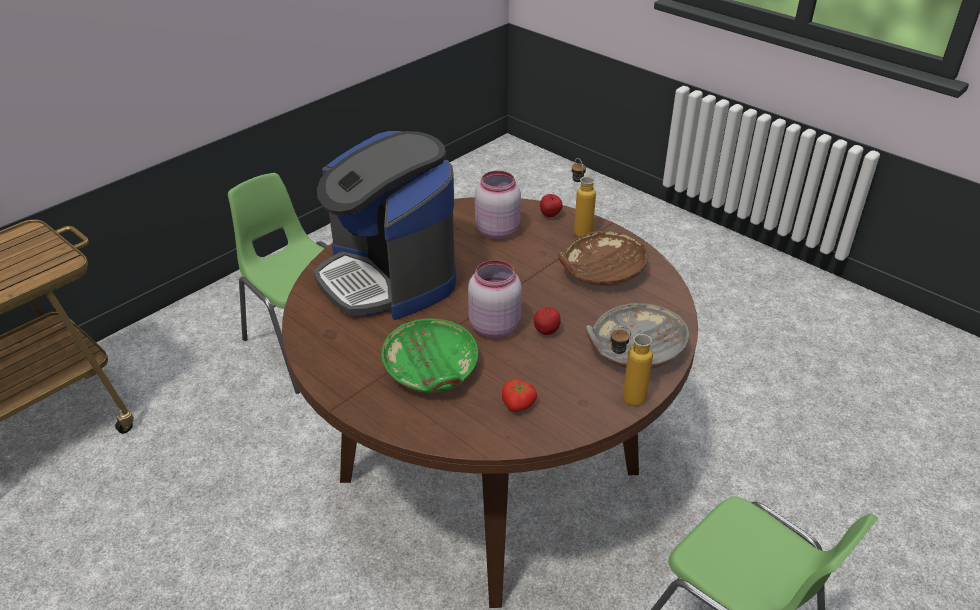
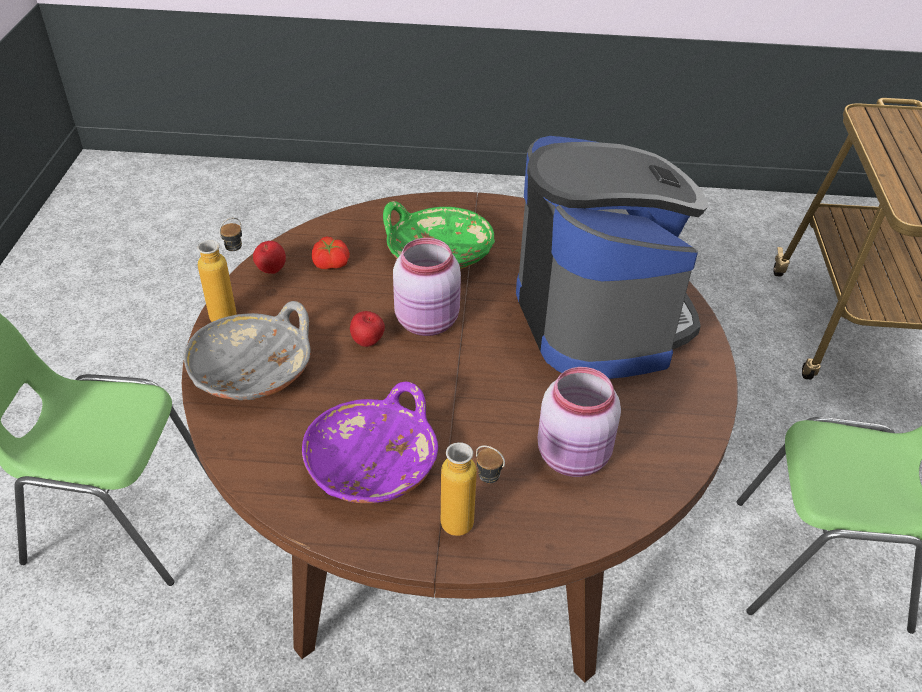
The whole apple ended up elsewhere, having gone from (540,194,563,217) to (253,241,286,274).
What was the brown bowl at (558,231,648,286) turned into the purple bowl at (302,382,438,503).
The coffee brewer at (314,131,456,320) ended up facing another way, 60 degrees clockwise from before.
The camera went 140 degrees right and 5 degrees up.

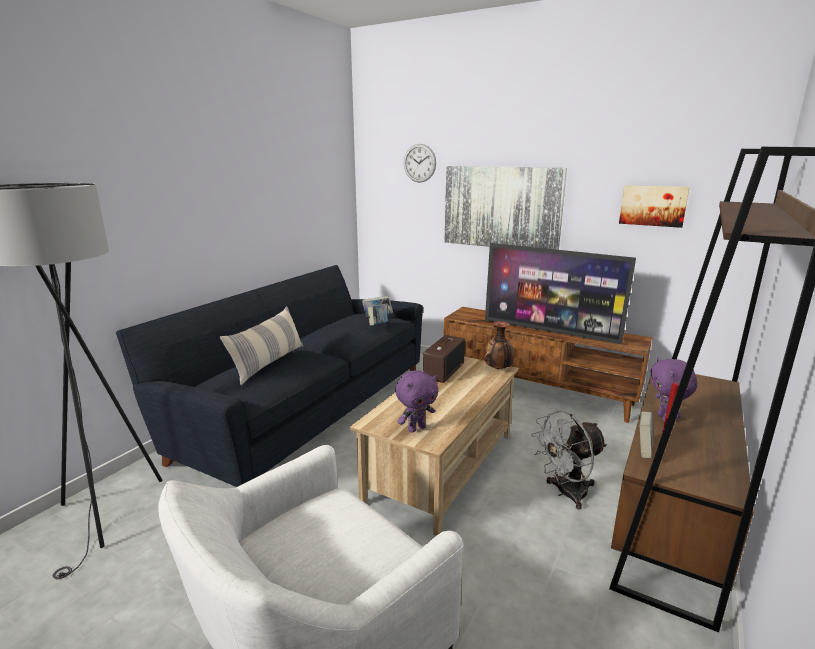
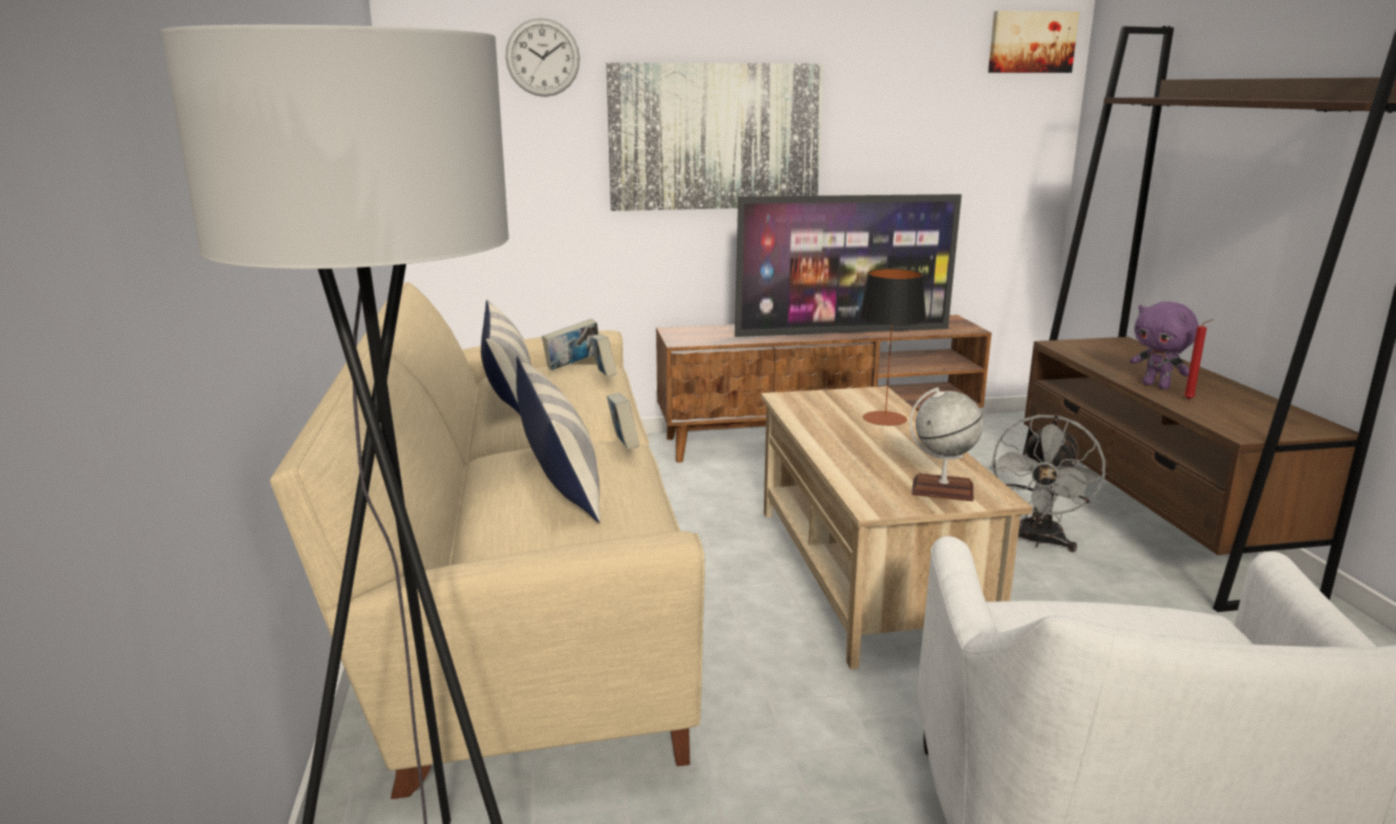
The second view lost the radio receiver at (423,335,465,383).
The second view lost the decorative vase at (484,321,514,370).
The second view gained the throw pillow at (481,300,531,414).
The second view gained the lamp for a table at (859,269,927,426).
The wall art ended up elsewhere, having gone from (619,185,690,228) to (988,11,1079,73).
The book ended up elsewhere, having gone from (640,412,653,458) to (607,393,639,450).
Where the purple soft toy stood at (395,370,438,433), the world globe came to stand at (910,387,983,501).
What was the black-coloured settee at (116,265,423,487) turned into the beige-coloured settee at (270,282,705,799).
The camera went 40 degrees left and 0 degrees up.

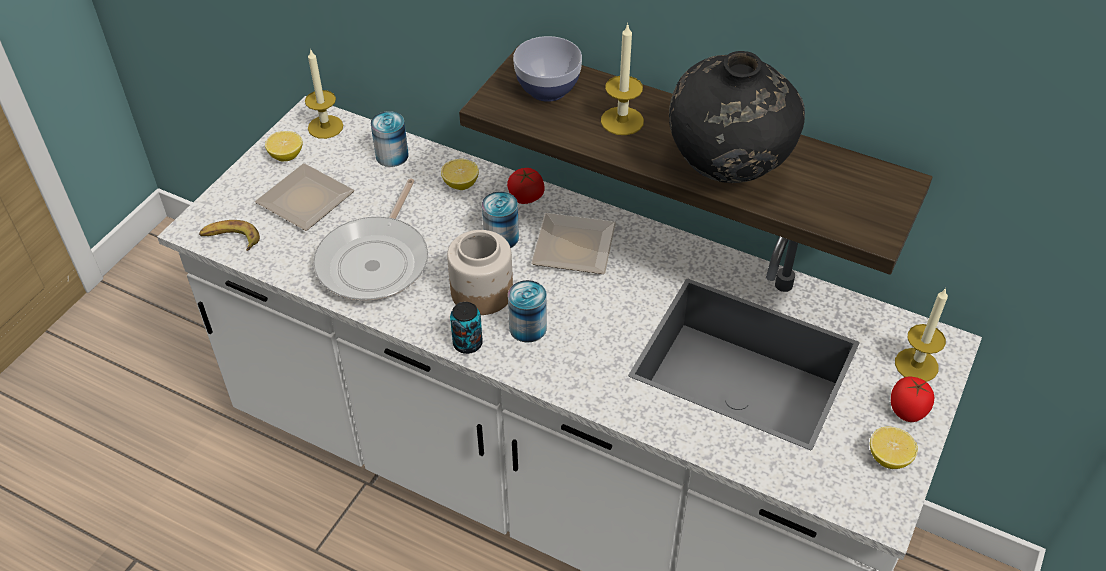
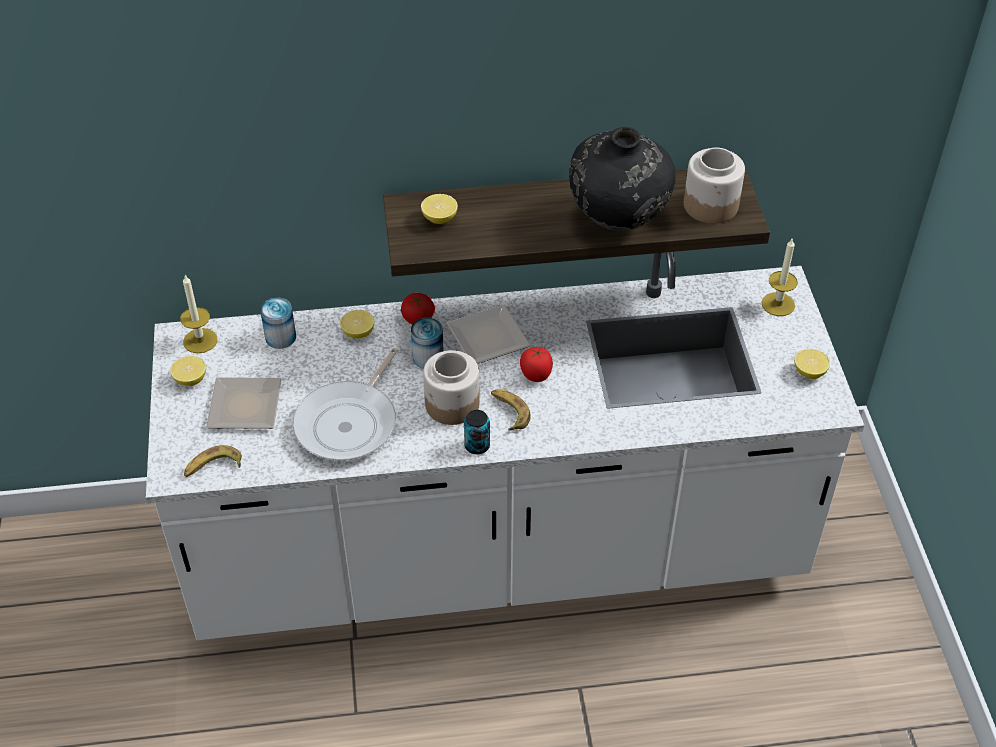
The second view lost the candle at (601,23,644,135).
The second view gained the storage jar at (684,148,745,224).
The tomato ended up elsewhere, having gone from (891,376,934,422) to (520,347,553,382).
Where the sealed can stood at (508,280,547,343), the whole banana came to stand at (491,389,531,431).
Where the bowl stood at (513,36,582,102), the lemon came to stand at (421,194,458,224).
The pan at (313,178,428,301) ended up facing another way, 45 degrees clockwise from before.
The camera went 35 degrees left and 0 degrees up.

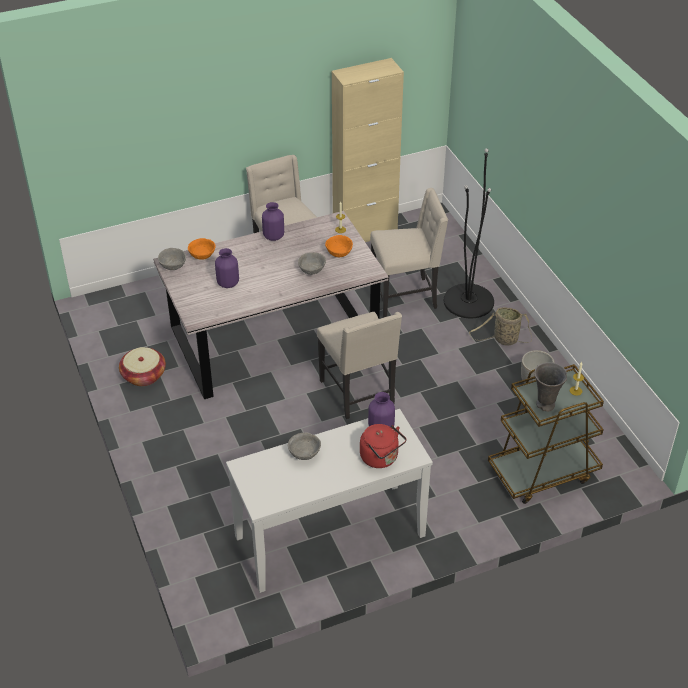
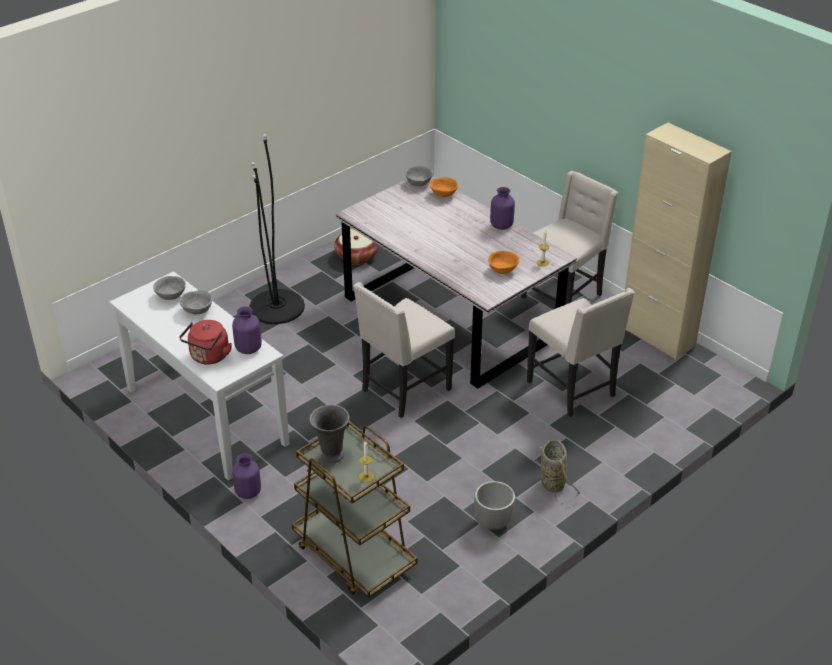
The purple decorative vase ended up elsewhere, having gone from (215,248,239,288) to (232,453,261,499).
The grey bowl ended up elsewhere, having gone from (298,252,326,275) to (153,276,186,300).
The black-coloured standing lamp ended up elsewhere, having gone from (444,149,494,318) to (250,134,305,324).
The camera went 70 degrees right and 5 degrees down.

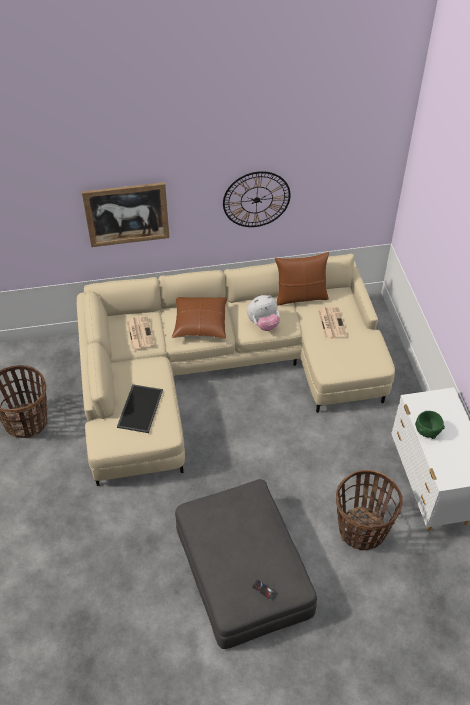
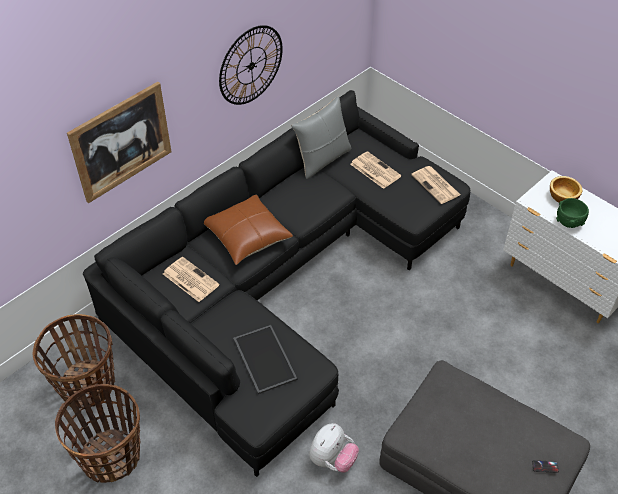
The second view gained the daily paper at (411,166,460,204).
The second view gained the bowl at (550,176,582,203).
The soft toy ended up elsewhere, having gone from (247,295,280,331) to (309,423,359,473).
The storage basket ended up elsewhere, having gone from (336,470,403,550) to (33,314,115,409).
What was the beige-coloured settee at (77,253,395,486) turned into the black-coloured settee at (83,90,470,477).
What was the brown throw pillow at (274,252,329,305) turned into the grey throw pillow at (291,96,351,179).
The camera went 35 degrees left and 0 degrees up.

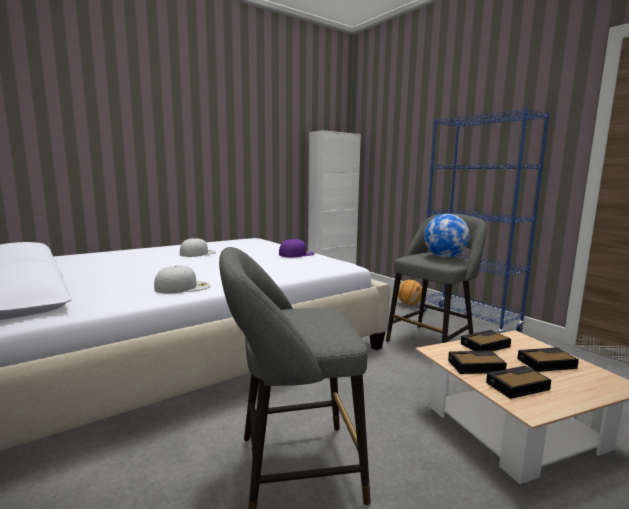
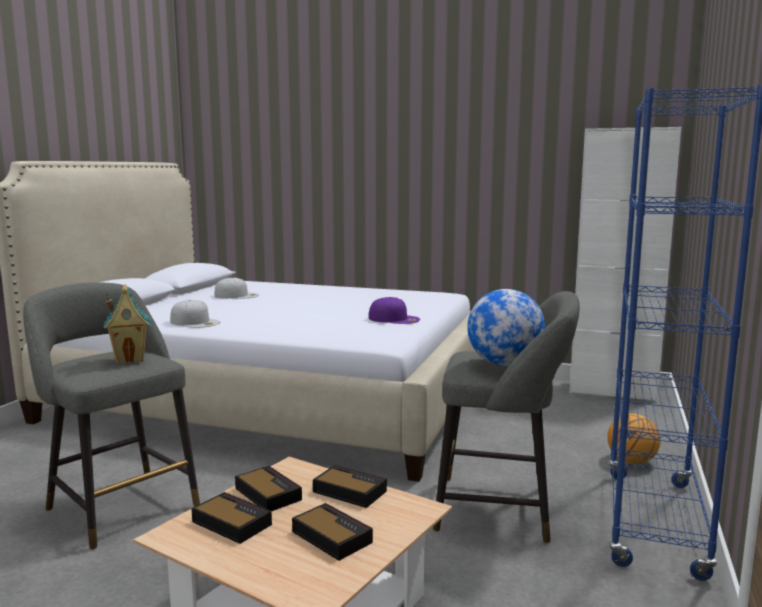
The second view gained the model house at (103,284,151,364).
The whitish cap ended up elsewhere, having gone from (180,238,216,257) to (215,278,259,299).
The camera went 55 degrees right and 0 degrees up.

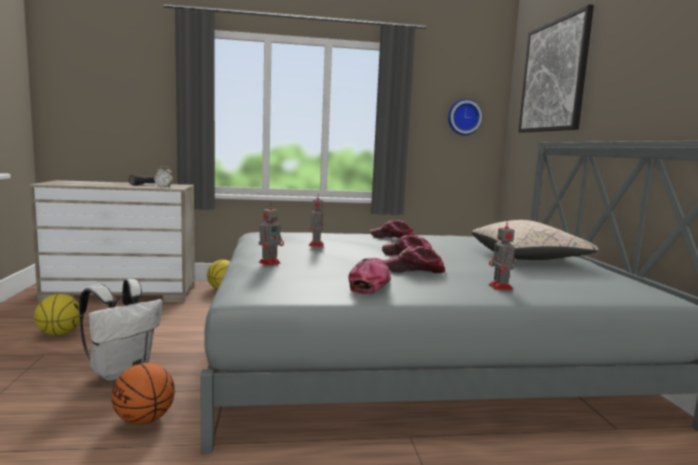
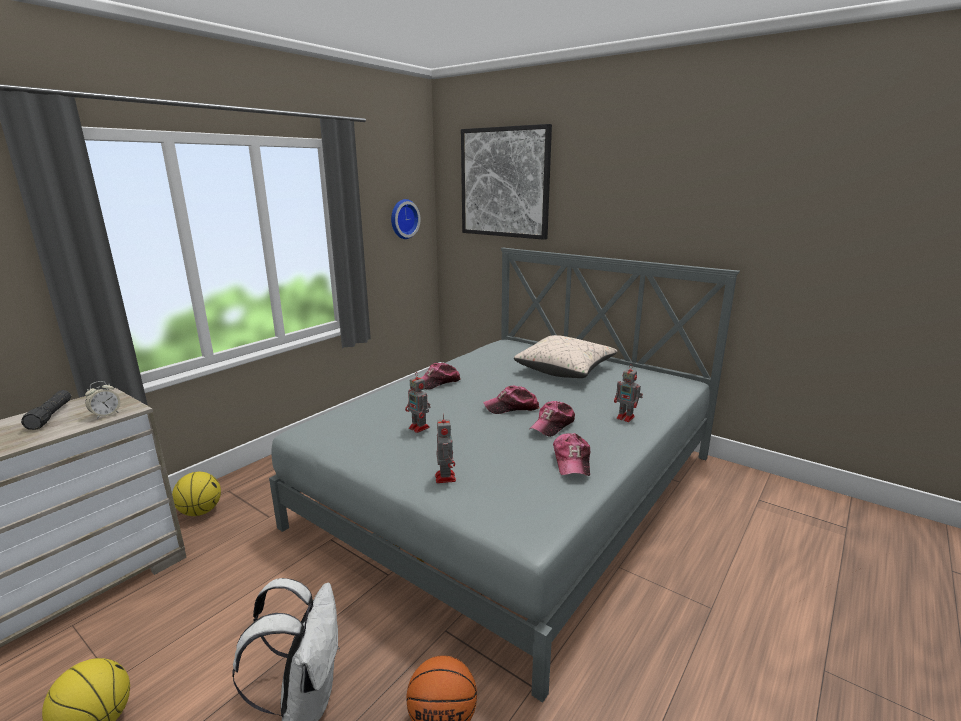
The cap at (349,258,391,294) ended up facing another way, 150 degrees counterclockwise from before.
The camera went 45 degrees left and 10 degrees up.

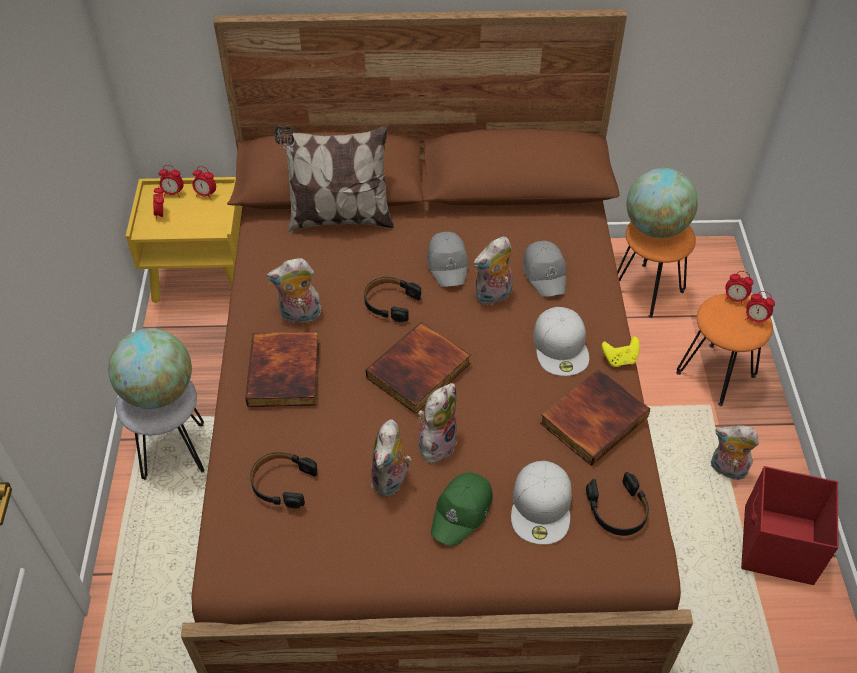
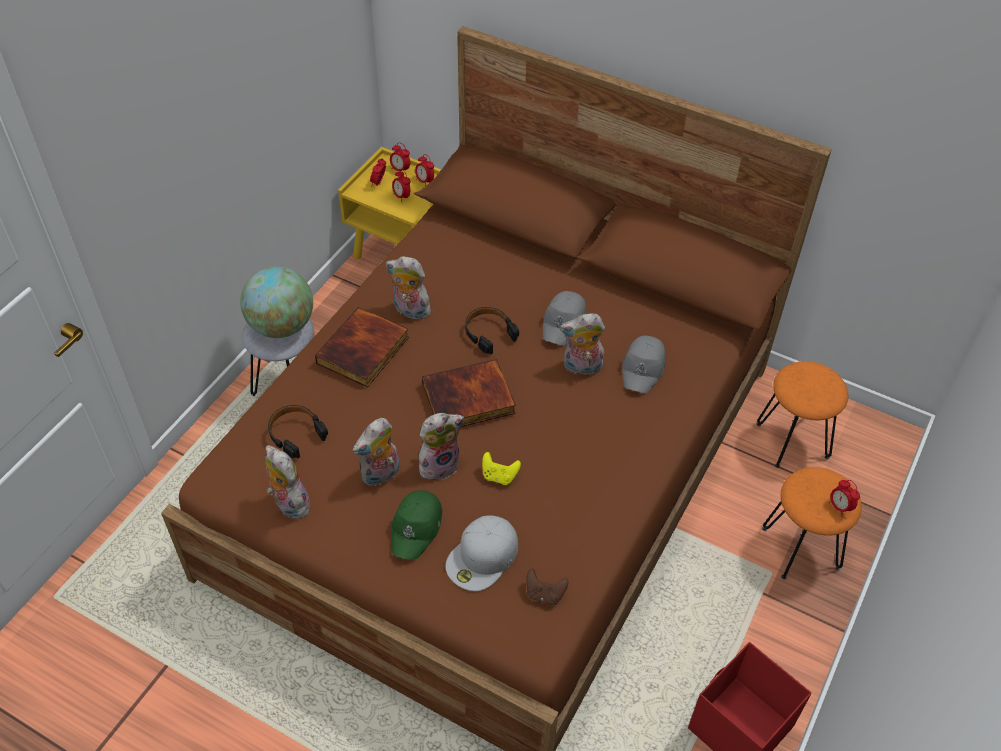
The second view lost the throw pillow at (274,125,394,232).
The second view lost the whitish cap at (533,307,589,376).
The second view lost the book at (540,369,650,466).
The second view lost the world globe at (626,168,698,238).
The yellowish gamepad ended up elsewhere, having gone from (602,336,640,367) to (482,452,521,485).
The soft toy ended up elsewhere, having gone from (711,425,759,480) to (265,445,310,519).
The alarm clock ended up elsewhere, having gone from (725,271,754,306) to (392,169,411,203).
Where the black-coloured headset stood at (586,472,649,536), the brown gamepad came to stand at (526,569,568,605).
The green-coloured cap at (431,472,493,546) ended up facing another way, 45 degrees counterclockwise from before.
The camera went 30 degrees right and 0 degrees up.

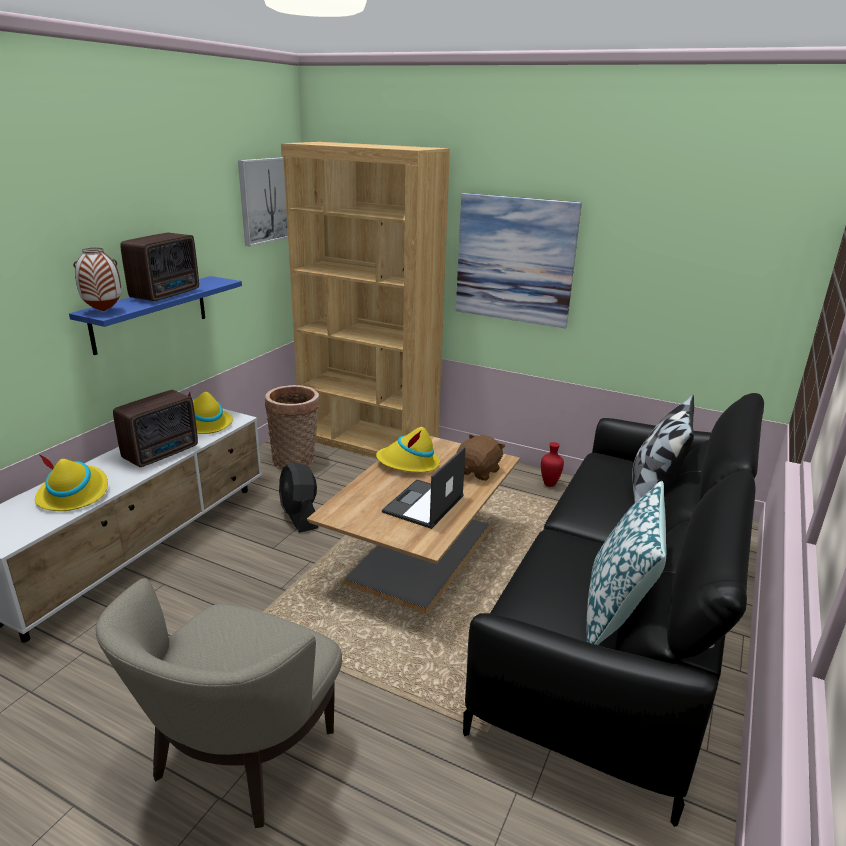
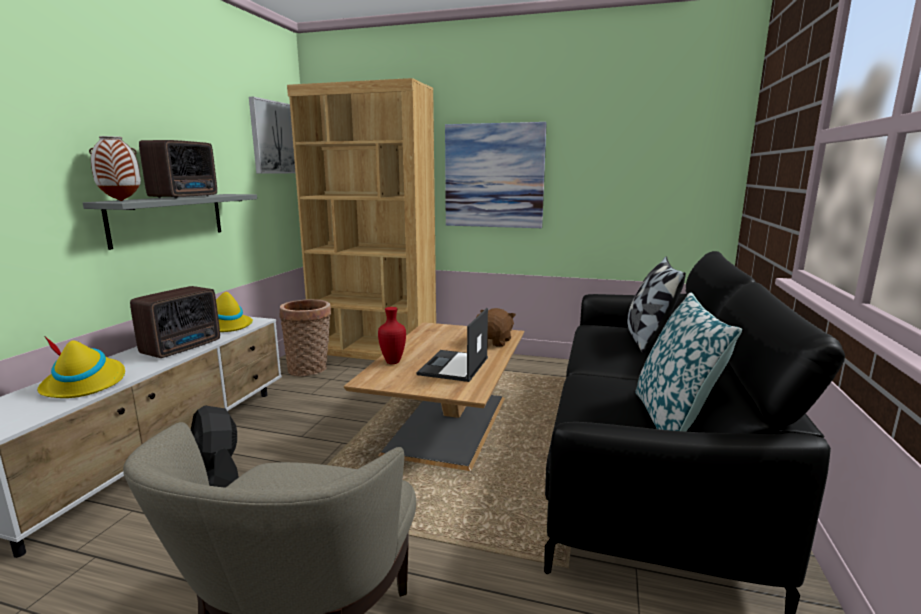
The second view lost the yellowish clothing hat at (376,427,440,472).
The black-coloured electric fan ended up elsewhere, having gone from (279,462,318,533) to (191,405,239,488).
The reddish decorative vase ended up elsewhere, having gone from (541,442,564,487) to (378,307,406,364).
What was the blue-coloured wall shelf at (69,276,242,355) turned into the grey wall shelf at (83,194,257,250).
The camera went 10 degrees left and 10 degrees down.

